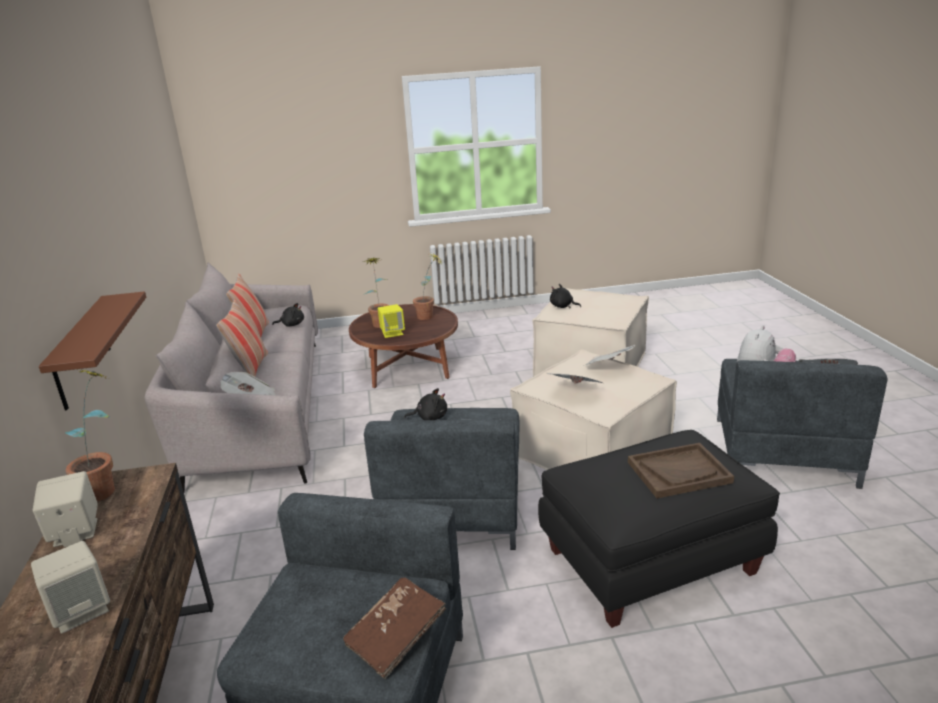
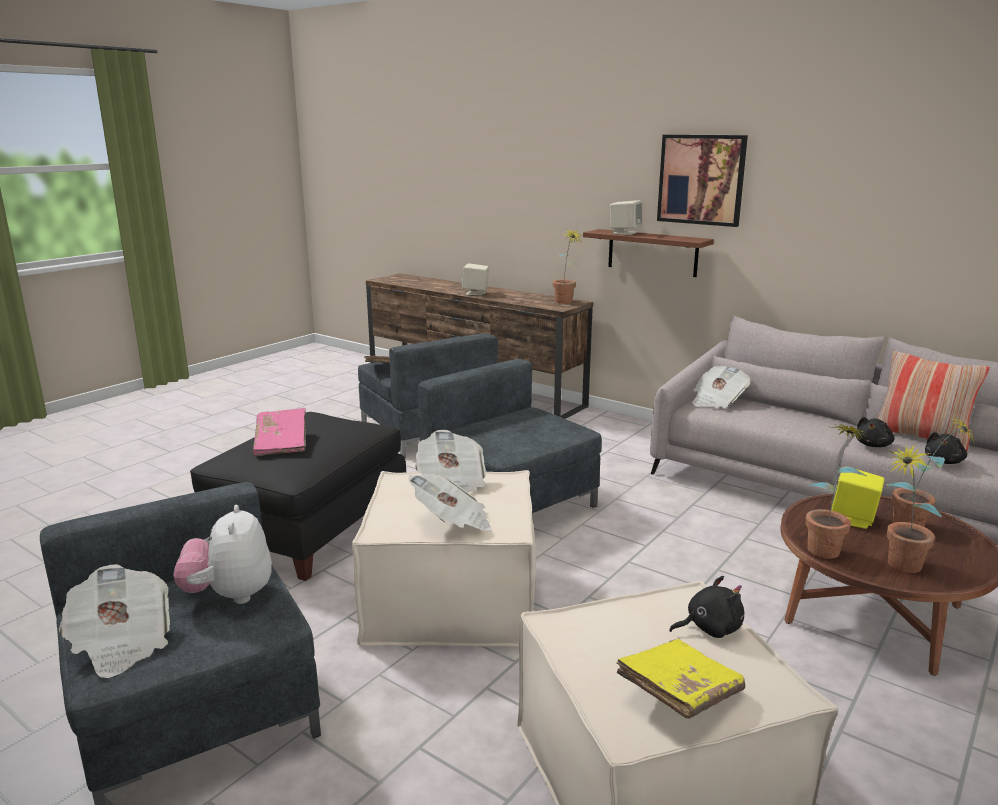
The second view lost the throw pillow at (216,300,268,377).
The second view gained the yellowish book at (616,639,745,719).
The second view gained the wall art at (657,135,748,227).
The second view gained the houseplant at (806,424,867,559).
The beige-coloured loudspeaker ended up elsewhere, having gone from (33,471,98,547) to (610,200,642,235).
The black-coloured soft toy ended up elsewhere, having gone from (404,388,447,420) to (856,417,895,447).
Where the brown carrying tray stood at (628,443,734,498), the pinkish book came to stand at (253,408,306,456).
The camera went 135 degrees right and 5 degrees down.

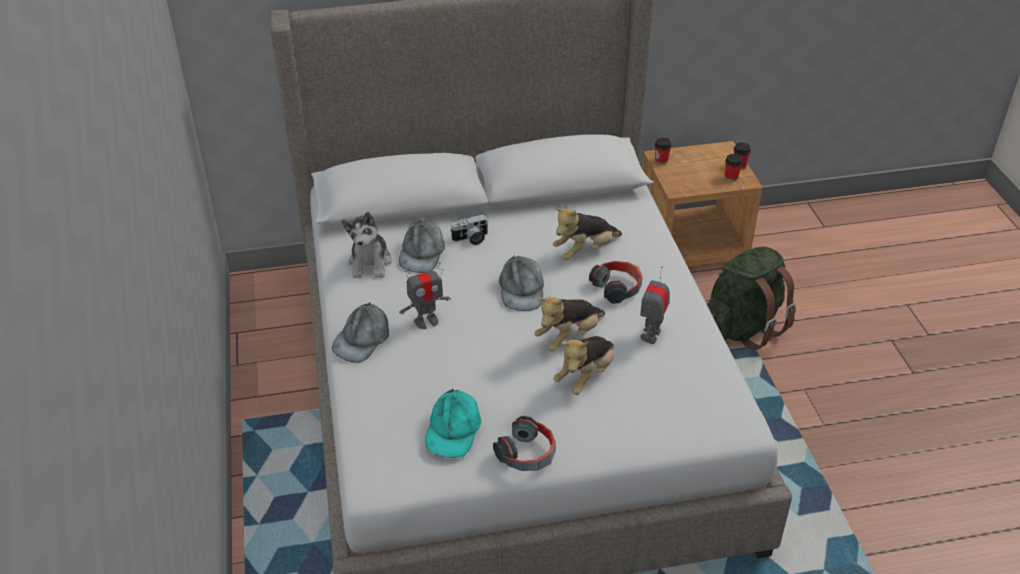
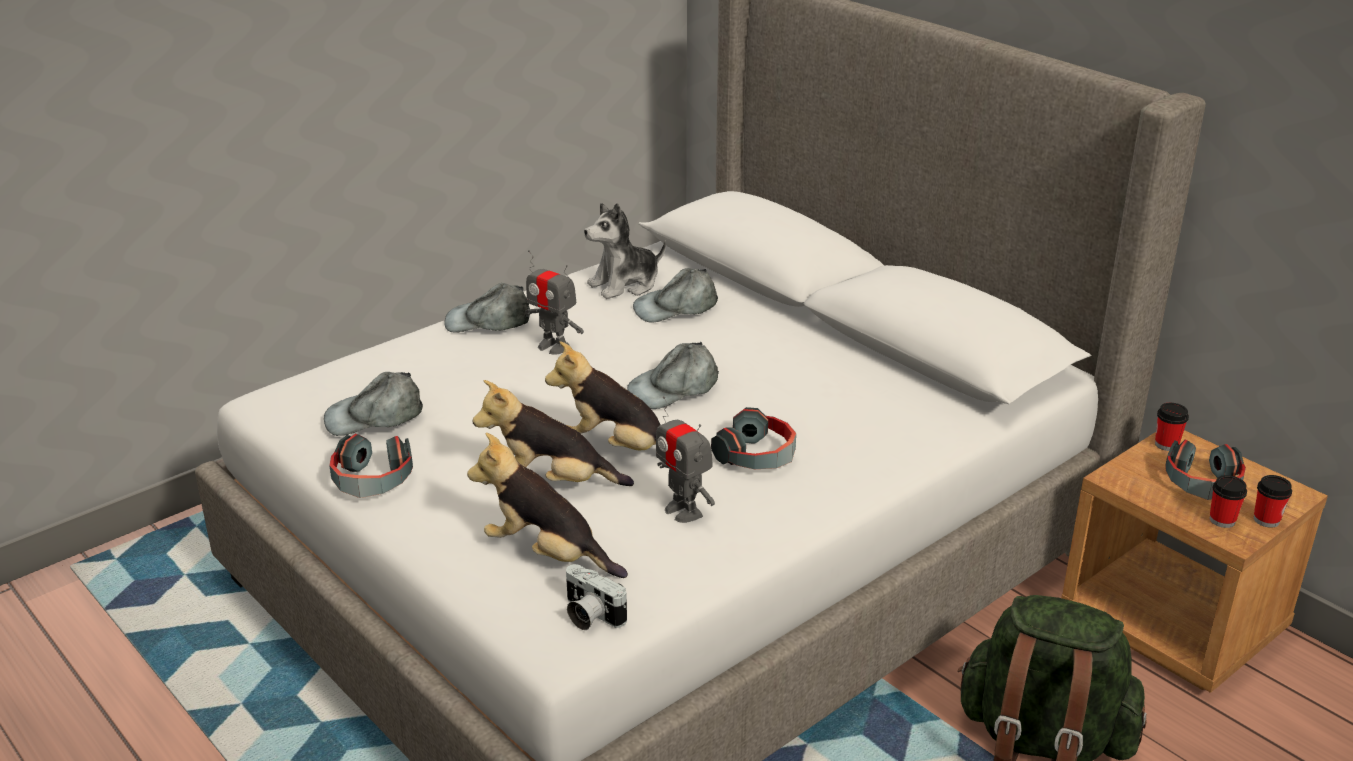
The second view gained the headset at (1166,440,1246,500).
The still camera ended up elsewhere, having gone from (451,214,488,245) to (566,564,627,630).
The soft toy ended up elsewhere, having gone from (553,208,622,260) to (467,433,628,578).
What was the turquoise cap at (425,389,481,458) turned into the grey cap at (324,372,423,436).
The robot figure at (640,267,670,344) ended up facing another way, 120 degrees counterclockwise from before.
The camera went 60 degrees right and 10 degrees down.

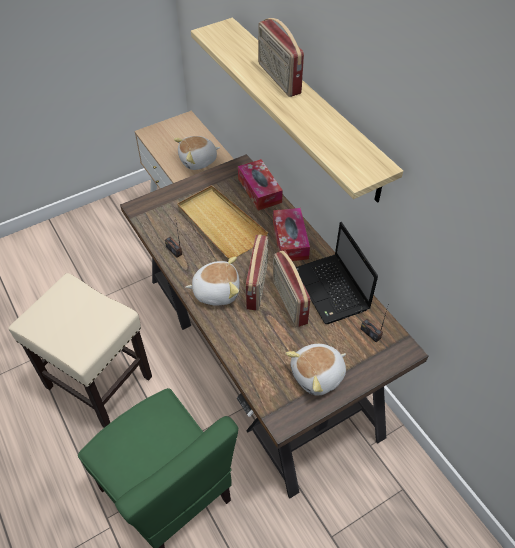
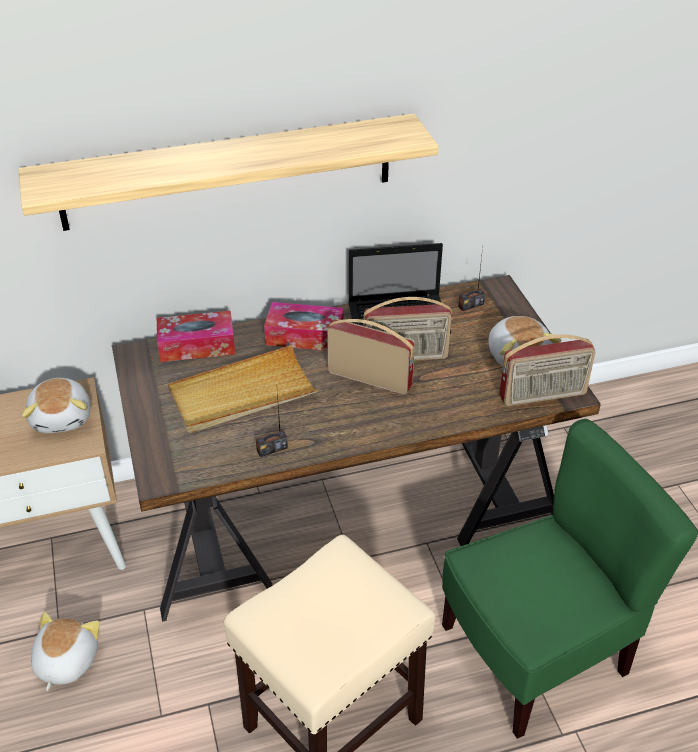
The soft toy ended up elsewhere, having gone from (185,256,240,306) to (31,612,100,691).
The radio receiver ended up elsewhere, having gone from (258,18,304,97) to (499,334,595,406).
The camera went 75 degrees left and 10 degrees down.

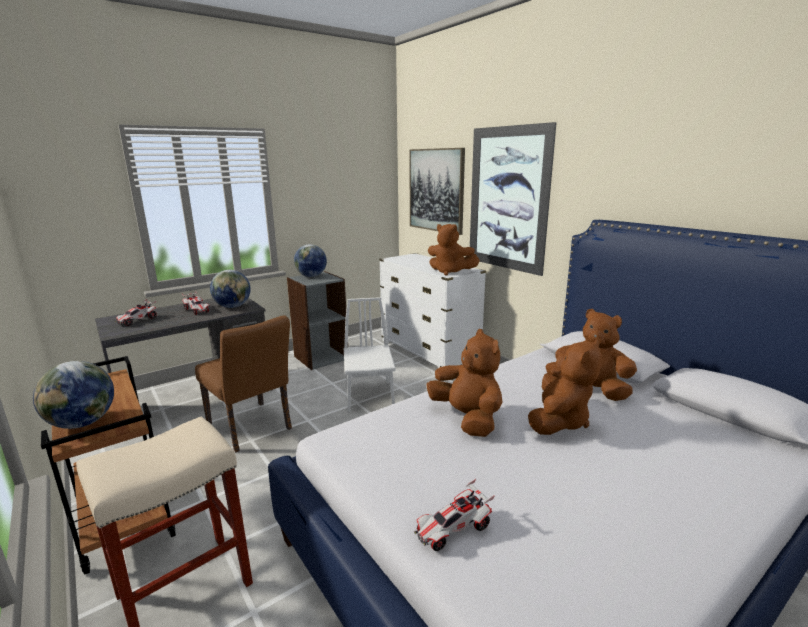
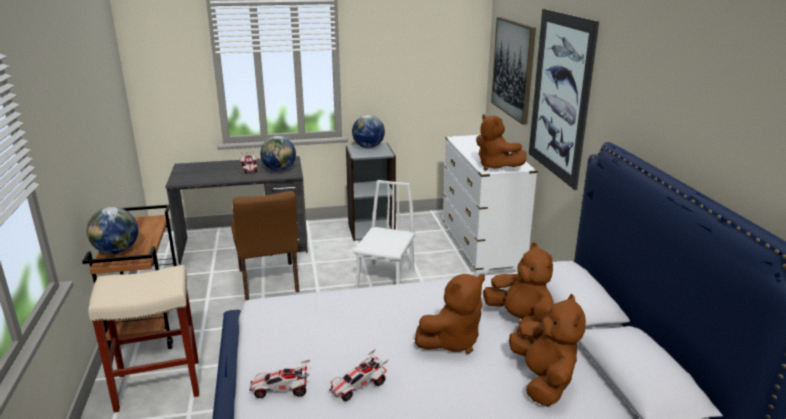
The miniature car ended up elsewhere, having gone from (115,299,157,326) to (329,349,388,401).
The brown soft toy ended up elsewhere, having gone from (426,329,502,437) to (509,294,586,406).
The camera went 25 degrees right and 5 degrees up.

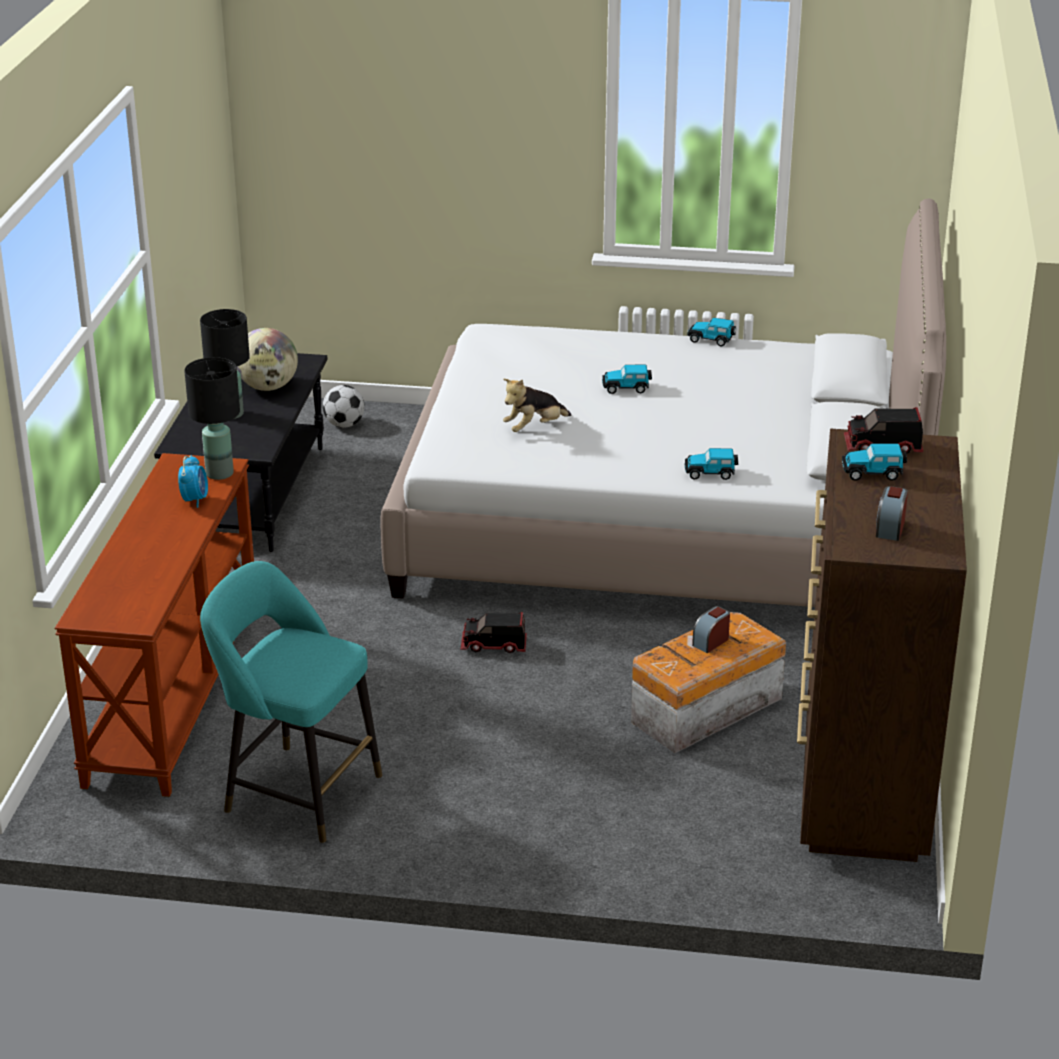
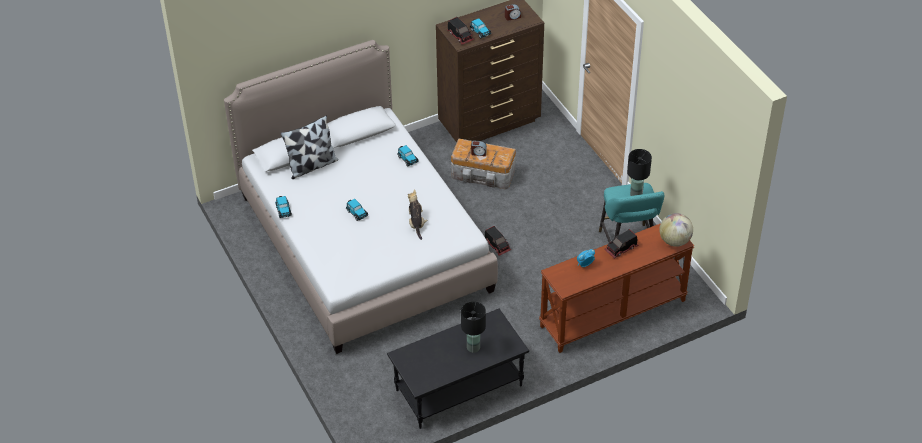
The second view lost the ball for football at (323,385,365,428).
The second view gained the throw pillow at (280,115,338,179).
The second view gained the toy lorry at (605,229,638,259).
The black-coloured lamp for a table ended up elsewhere, having gone from (184,357,240,480) to (627,149,652,196).
The world globe ended up elsewhere, having gone from (237,328,298,391) to (659,213,693,247).
The soft toy at (503,378,571,432) ended up facing another way, 120 degrees counterclockwise from before.
The camera went 125 degrees left and 15 degrees up.

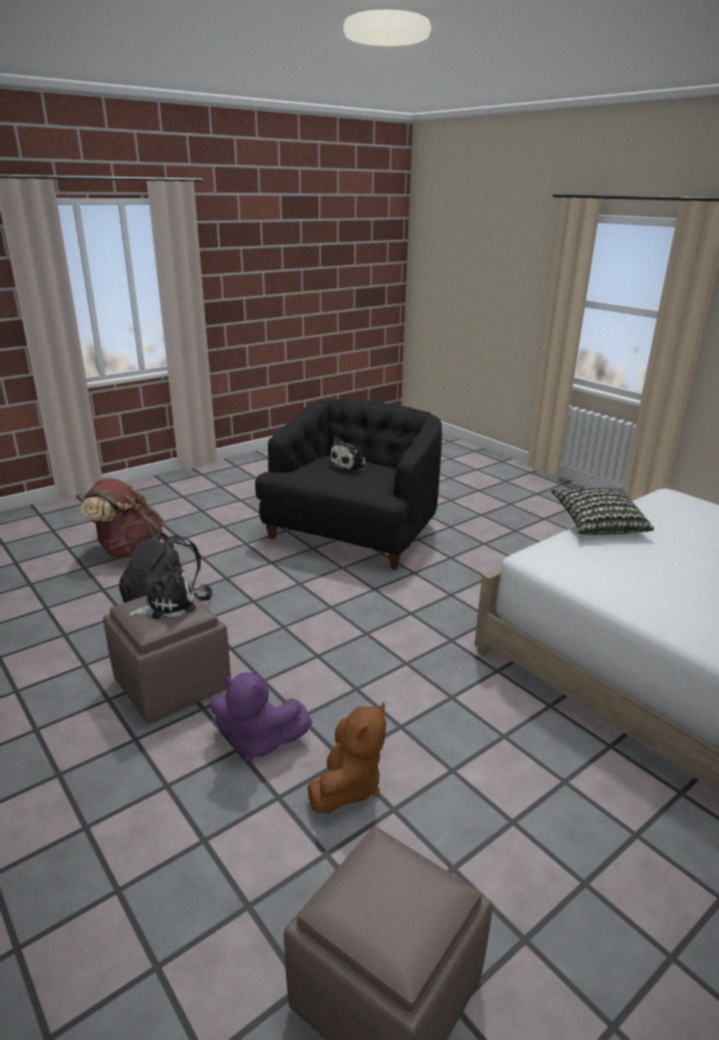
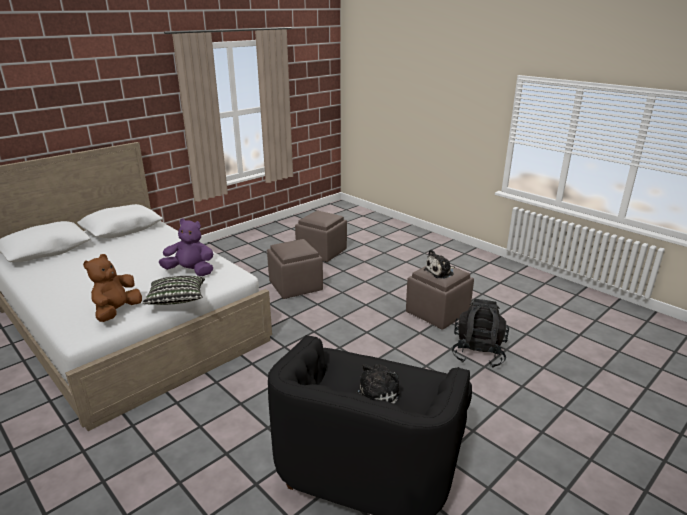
The second view lost the brown rucksack at (81,478,163,558).
The second view gained the brown ottoman at (267,239,323,299).
The purple soft toy ended up elsewhere, having gone from (210,672,312,763) to (159,218,213,276).
The brown soft toy ended up elsewhere, having gone from (308,703,386,813) to (83,254,142,322).
The camera went 175 degrees right and 0 degrees up.

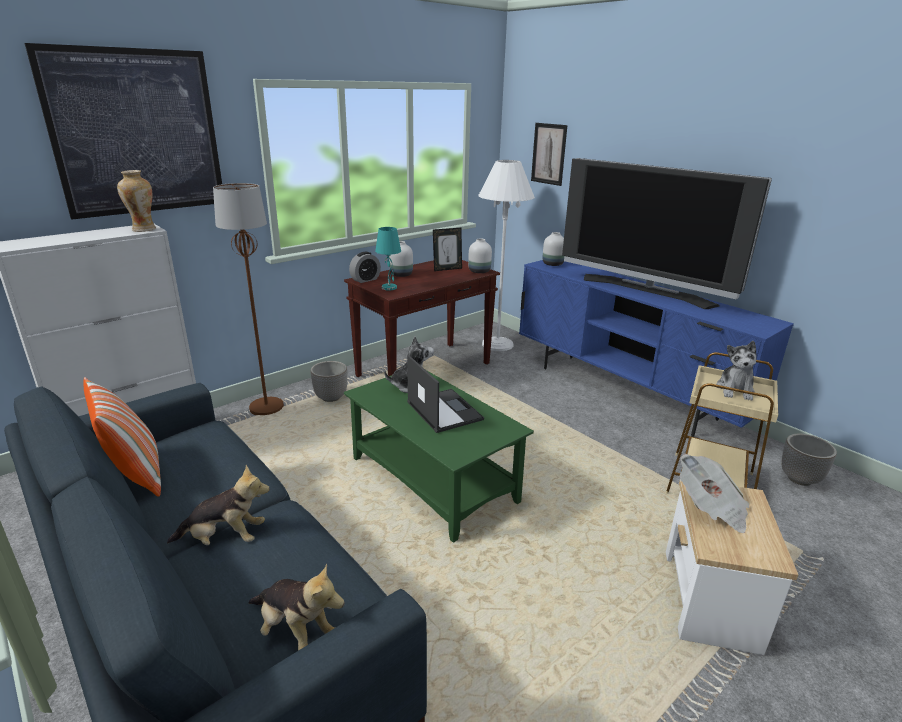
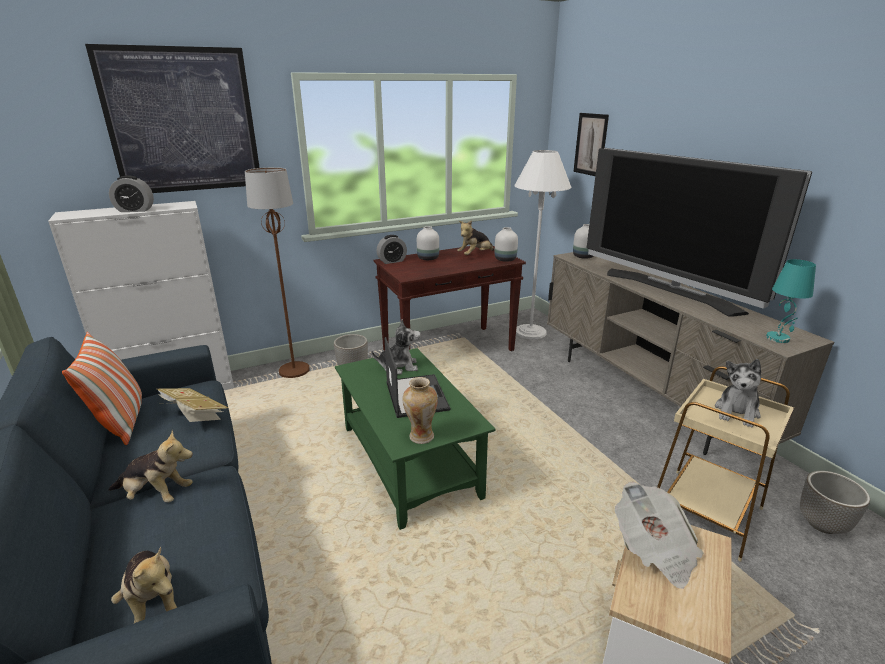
The second view gained the alarm clock at (109,175,154,212).
The second view gained the book at (157,388,228,422).
The decorative vase ended up elsewhere, having gone from (117,170,156,232) to (403,377,438,444).
The turquoise lamp for a table ended up elsewhere, having gone from (375,227,401,291) to (766,259,816,343).
Where the standing frame stood at (433,228,462,271), the soft toy came to stand at (457,220,494,255).
What was the blue-coloured media console at (519,260,794,437) turned into the beige-coloured media console at (547,252,834,455).
The camera went 15 degrees right and 0 degrees up.

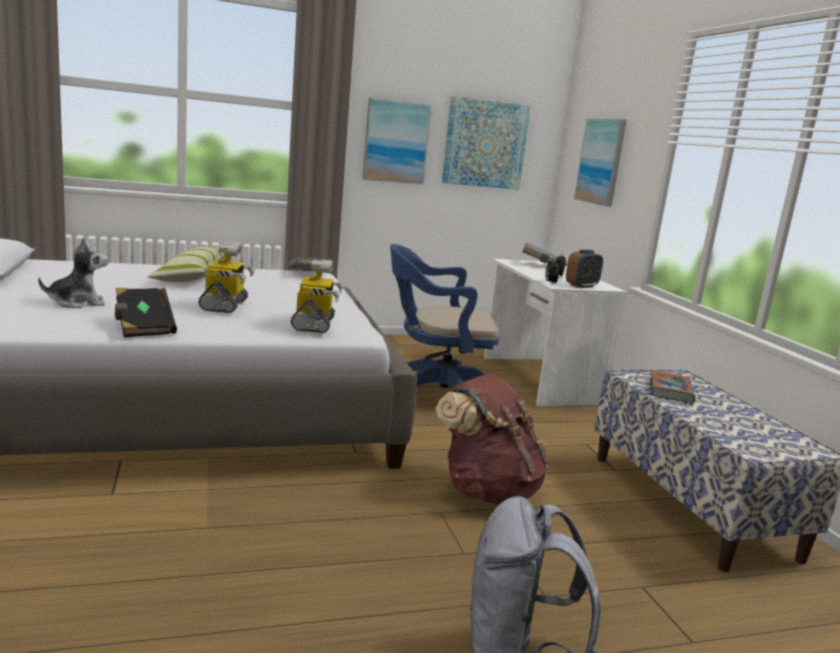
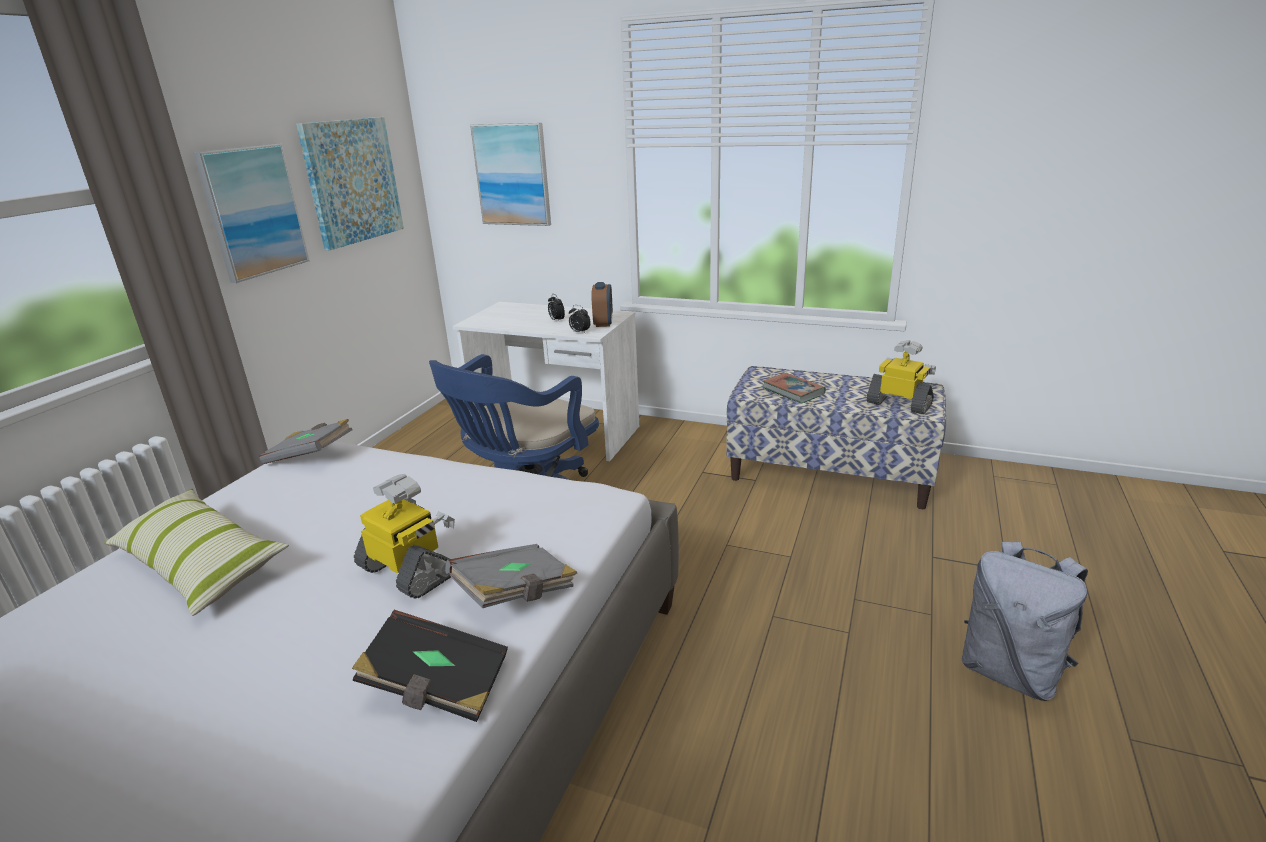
The second view lost the soft toy at (38,237,109,308).
The second view lost the brown rucksack at (435,374,550,504).
The robot figure ended up elsewhere, having gone from (291,259,343,333) to (867,340,936,414).
The grey book ended up elsewhere, having gone from (522,242,567,266) to (445,544,577,608).
The camera went 50 degrees left and 10 degrees up.

